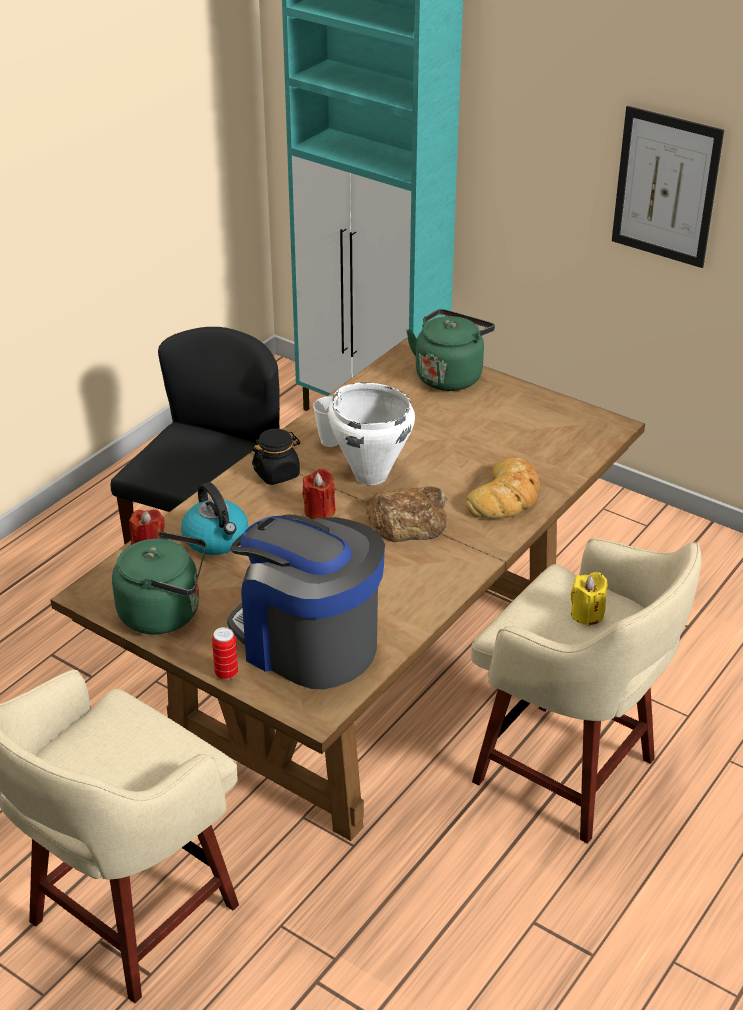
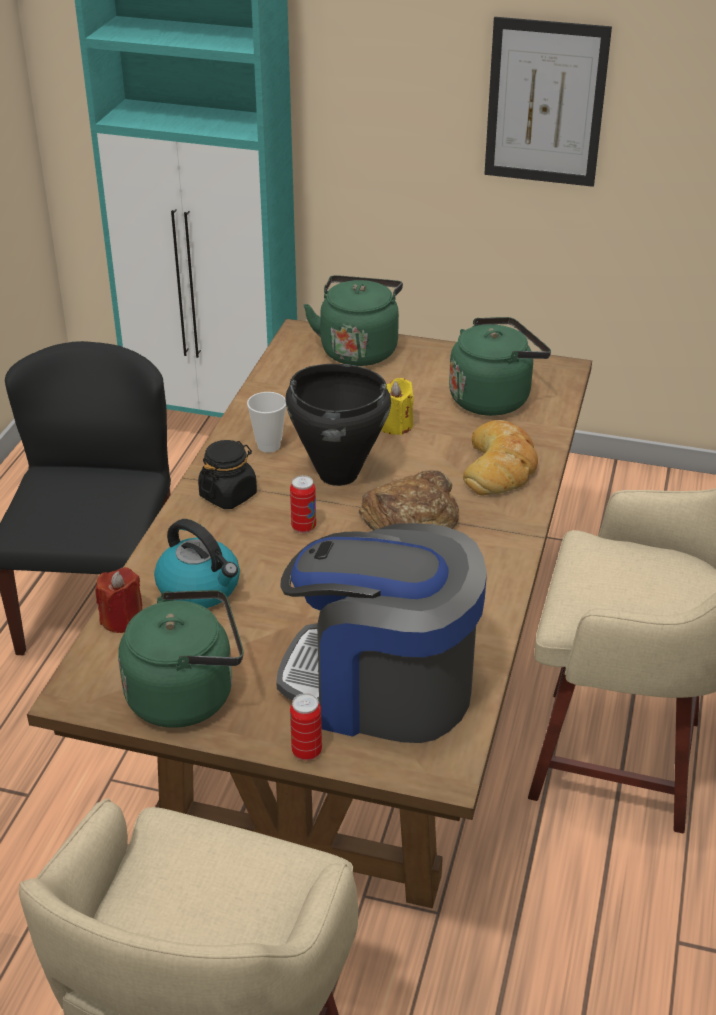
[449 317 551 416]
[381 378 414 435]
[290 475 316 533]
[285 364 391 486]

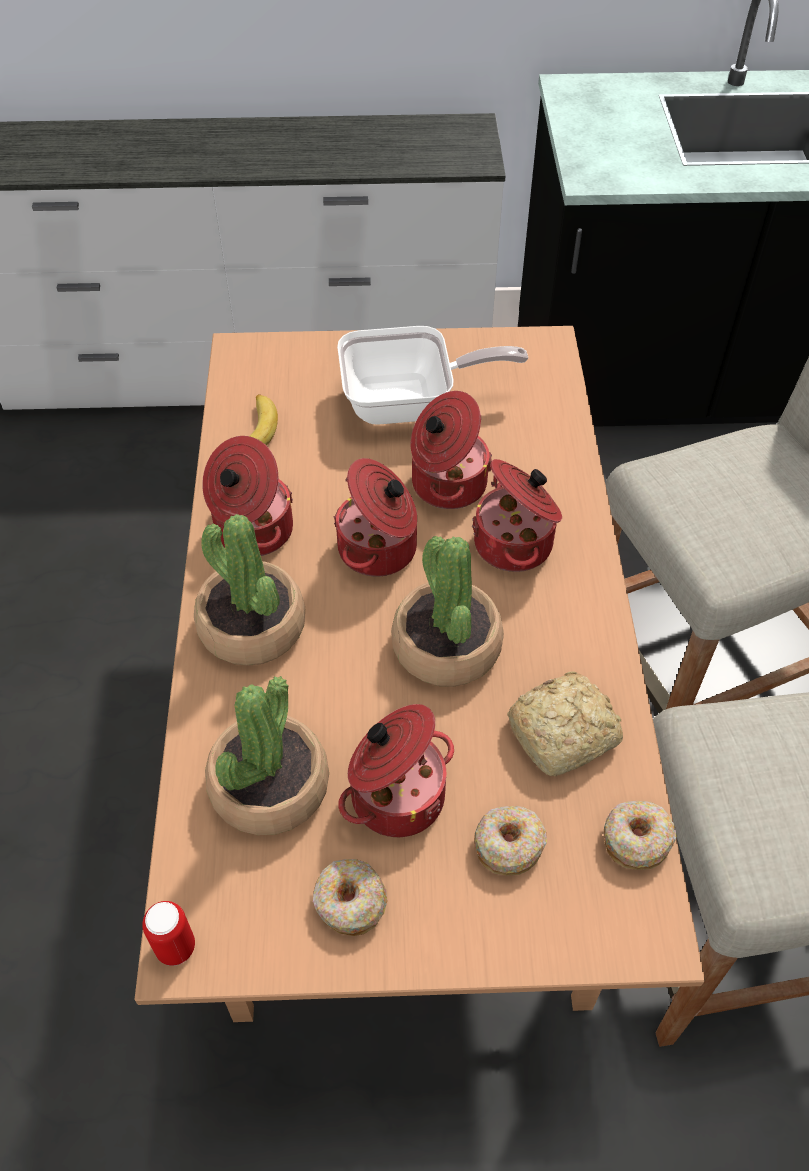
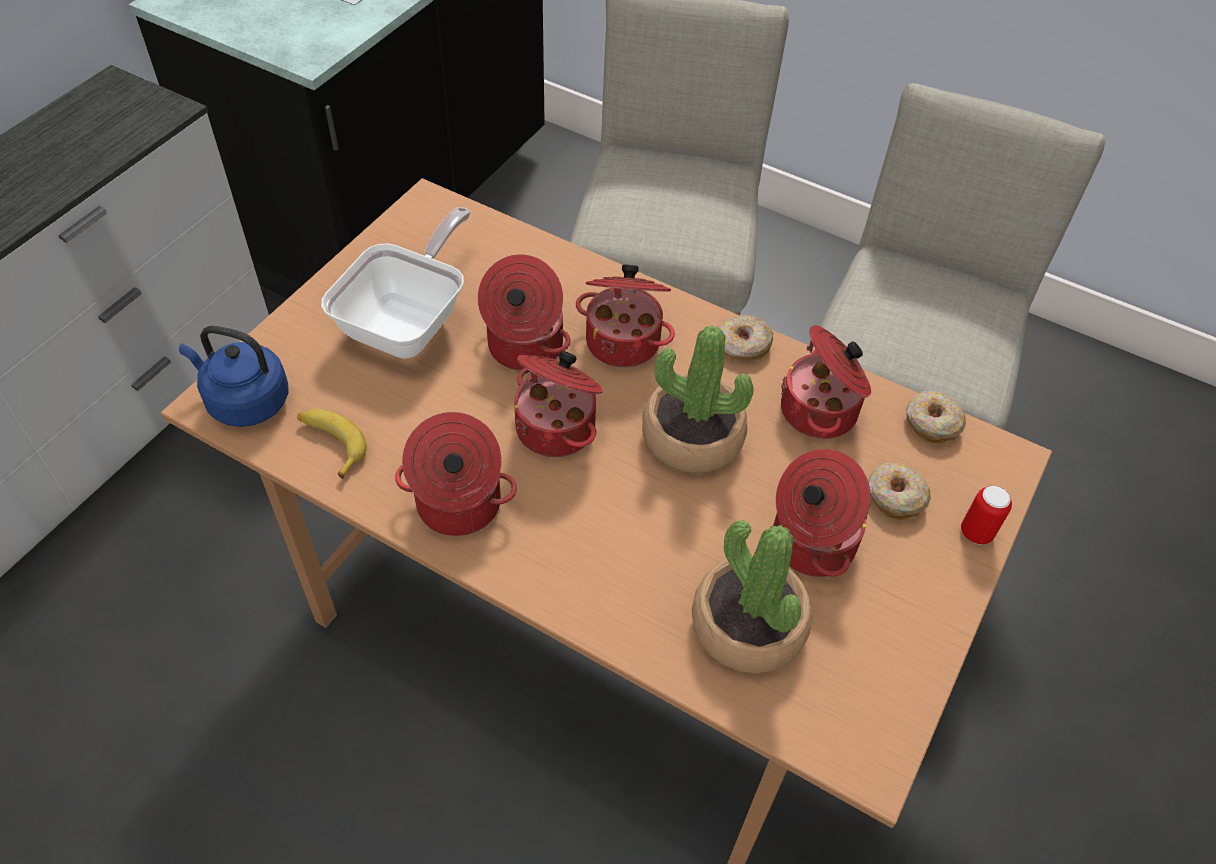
[194 514 305 666] (first image)
[179 326 288 427]
[961 486 1012 545]
[718 315 773 361]
[781 325 871 439]

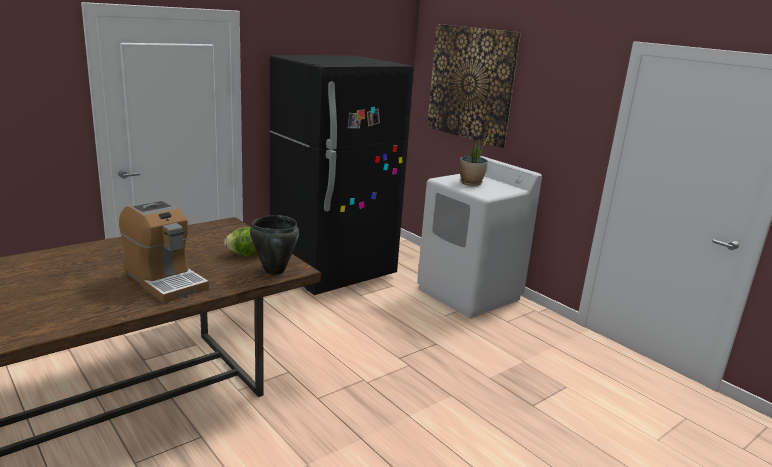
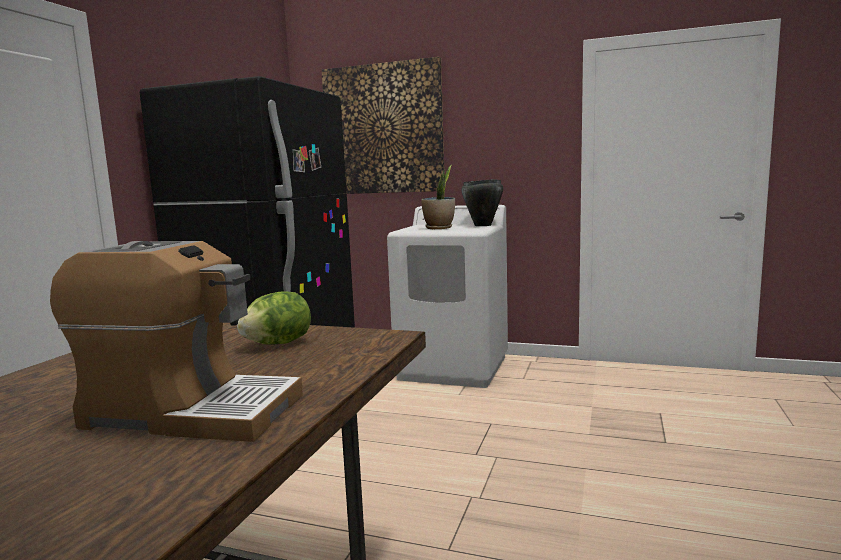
[461 179 503 226]

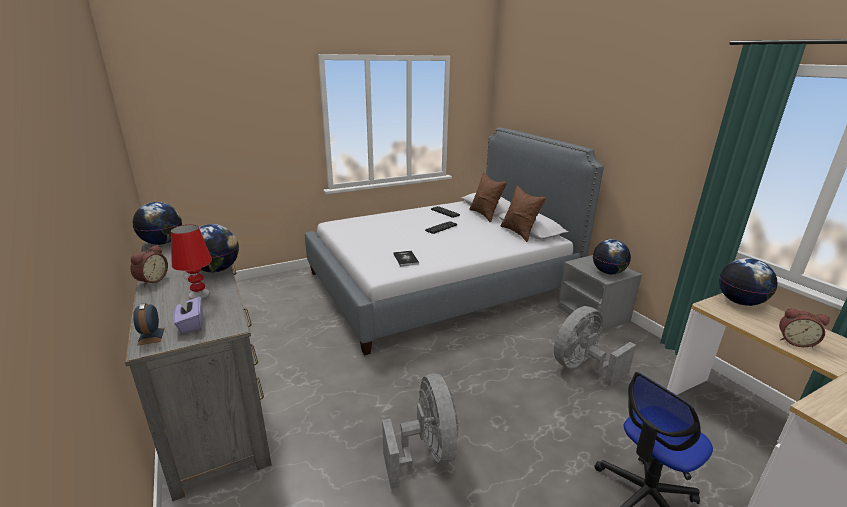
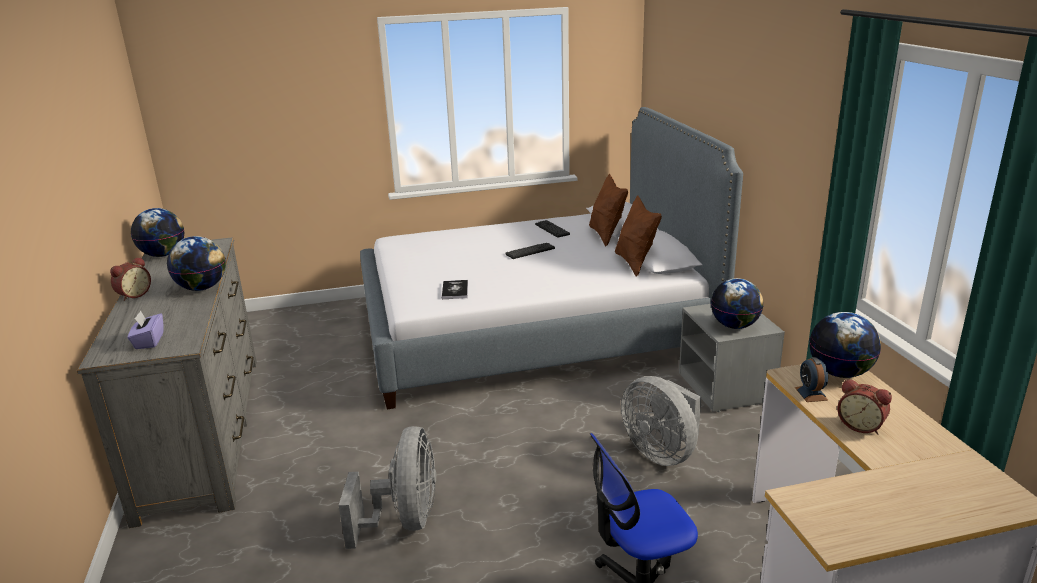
[171 225 212 299] (first image)
[795 357 828 402]
[621 376 701 466]

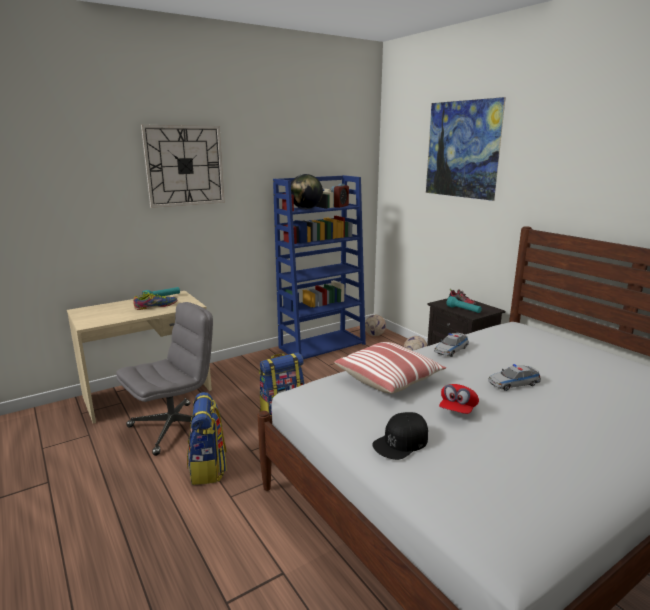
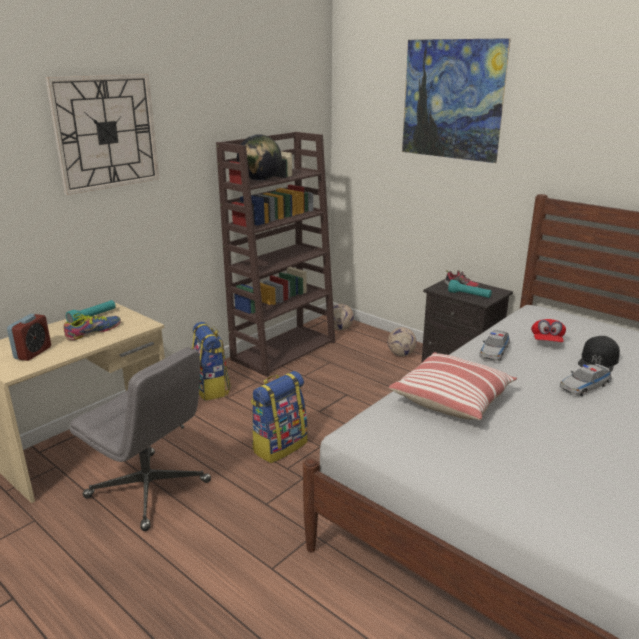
[192 322 231 401]
[7 314 51 361]
[578 336 620 372]
[531 319 566 342]
[216 132 335 377]
[70 347 211 531]

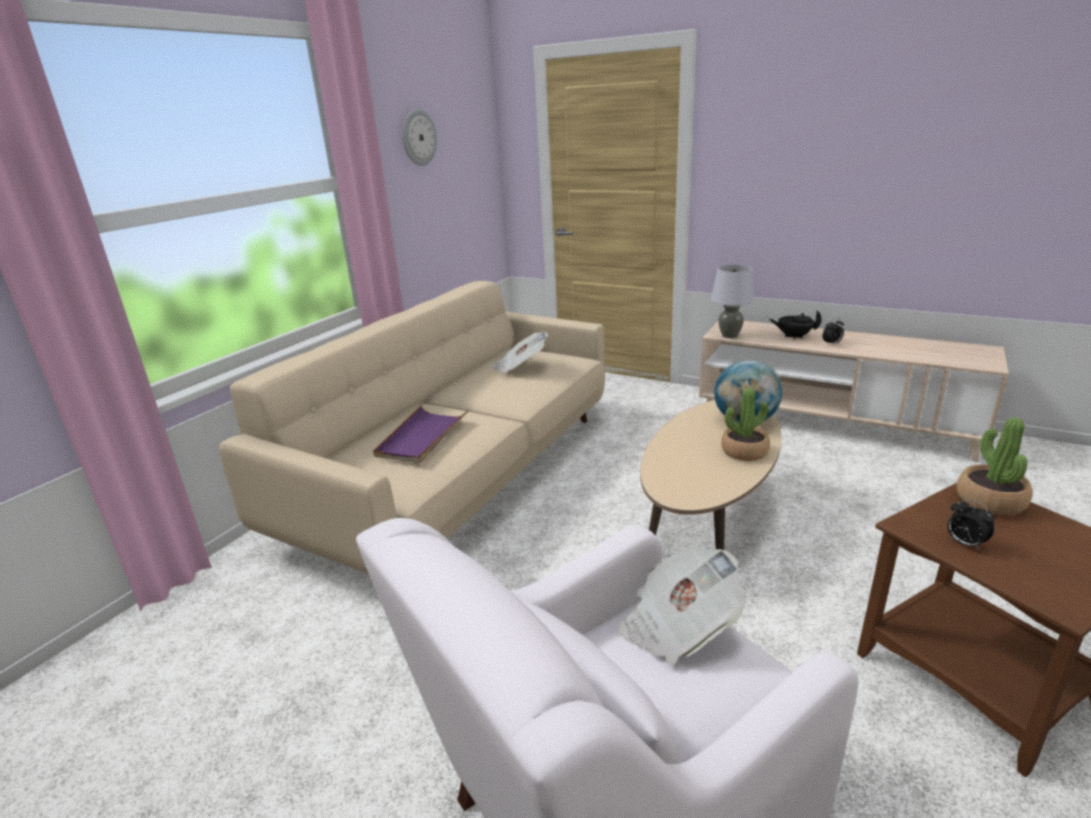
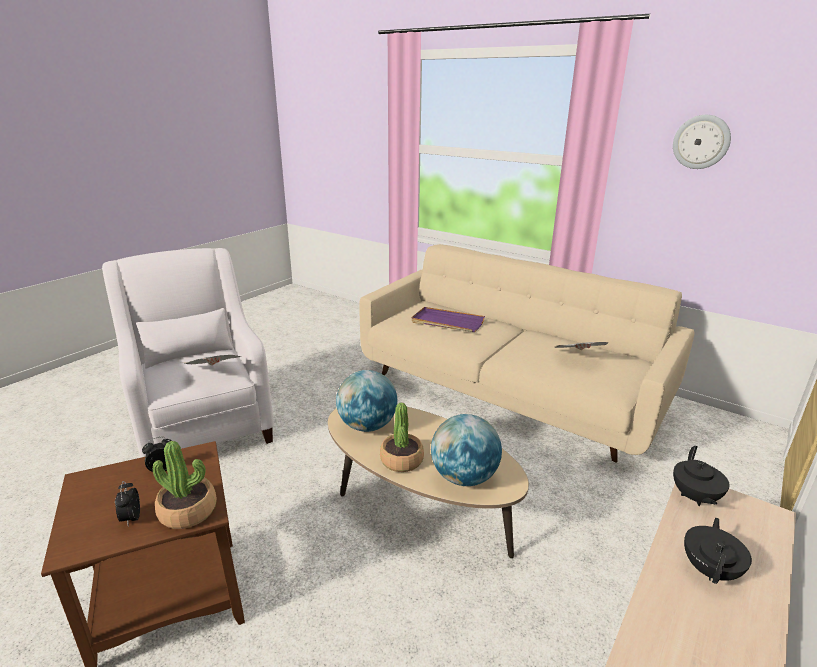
[336 370 397 432]
[115 481 140 527]
[673 446 730 506]

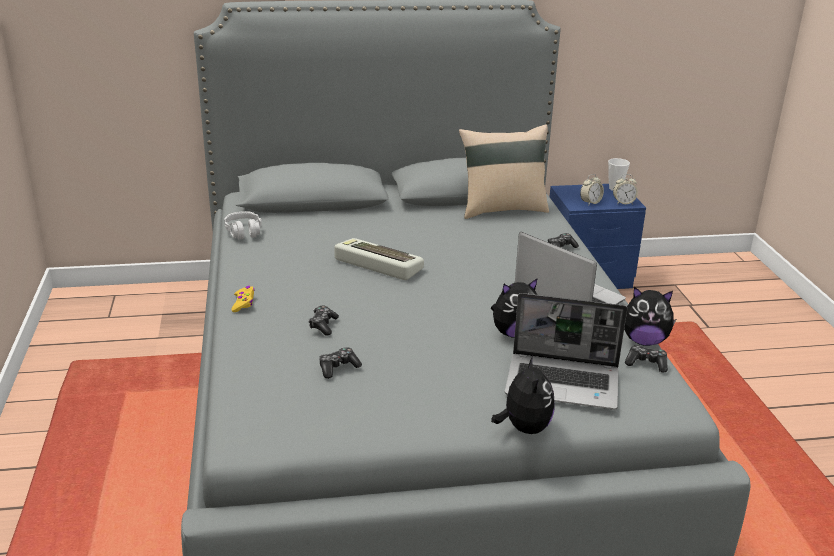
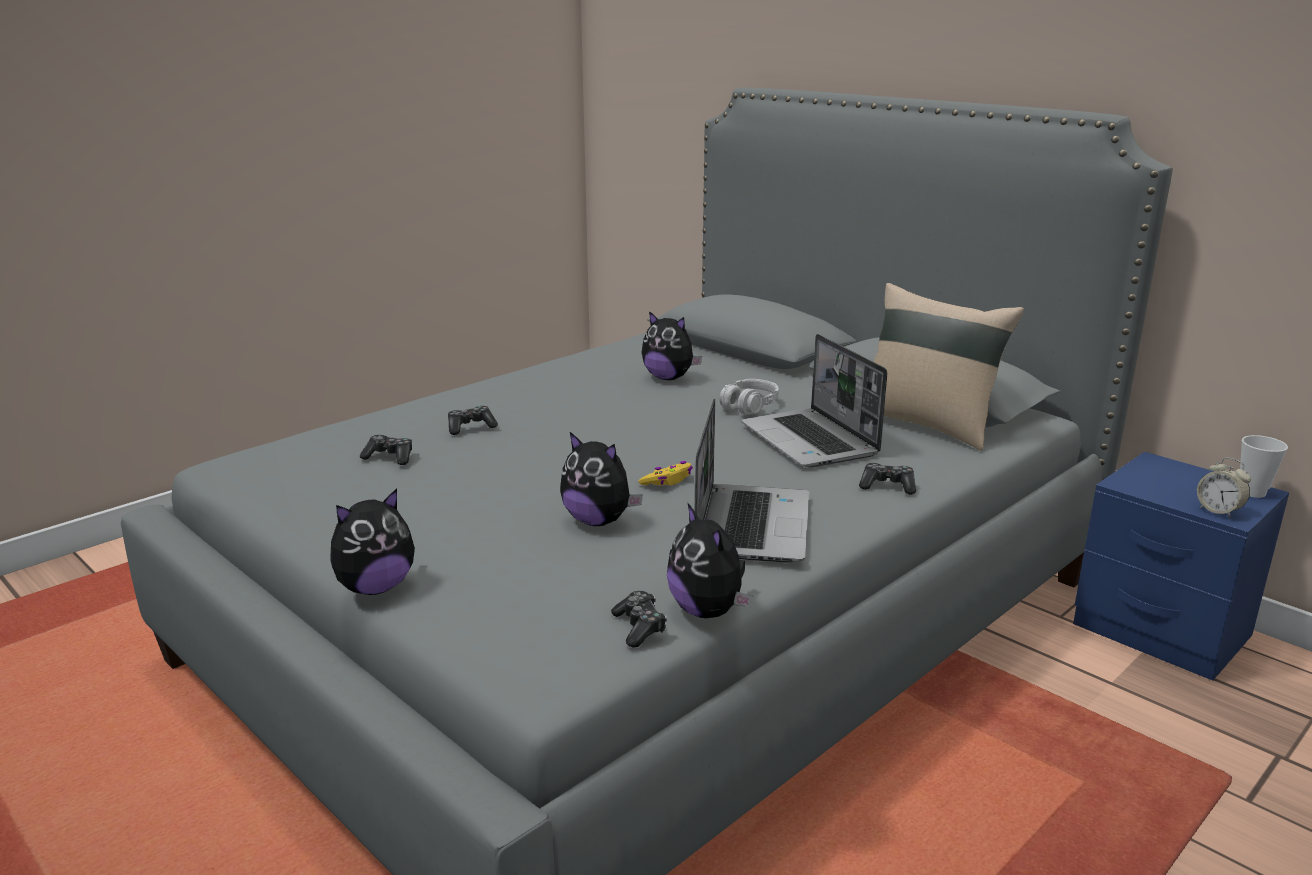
[334 238 424 280] (first image)
[580 174 604 206] (first image)
[641 311 702 380]
[719 379 779 415]
[639 461 693 485]
[741 334 887 467]

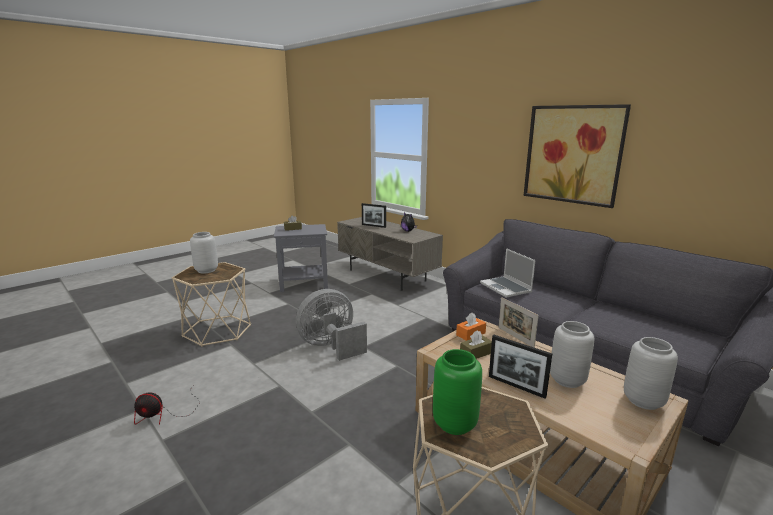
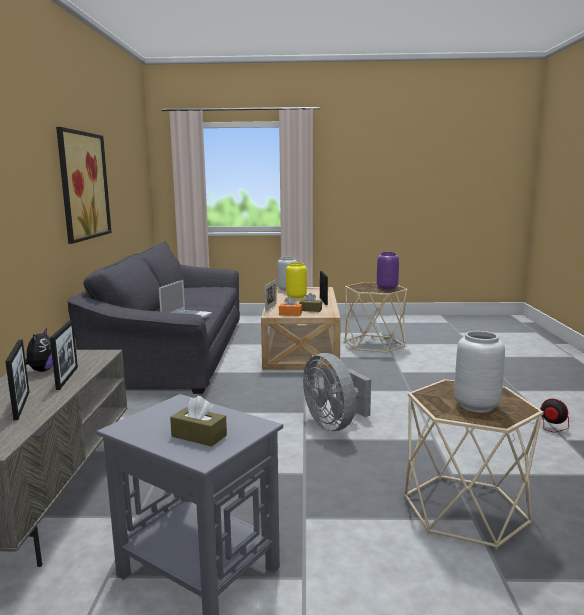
[50 320 78 390]
[377 252 399 290]
[286 262 307 299]
[303 353 371 431]

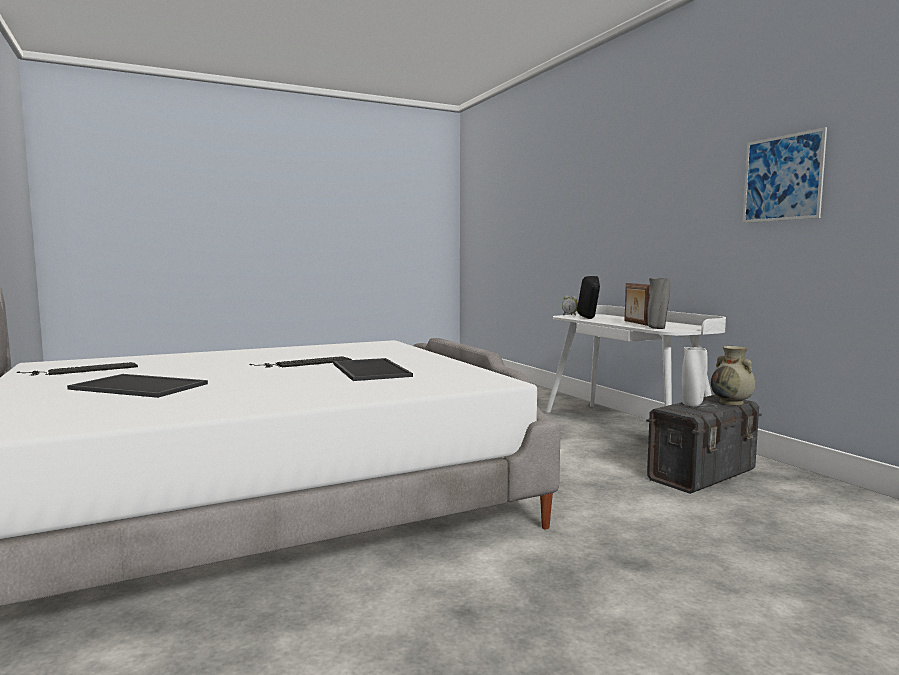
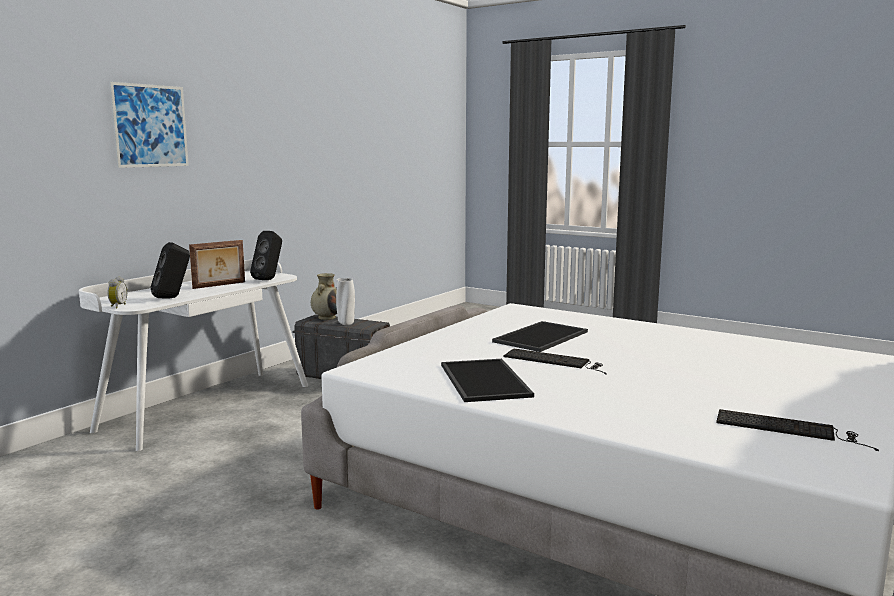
[441 359 534 402]
[109 82 189 168]
[250 231 282 280]

